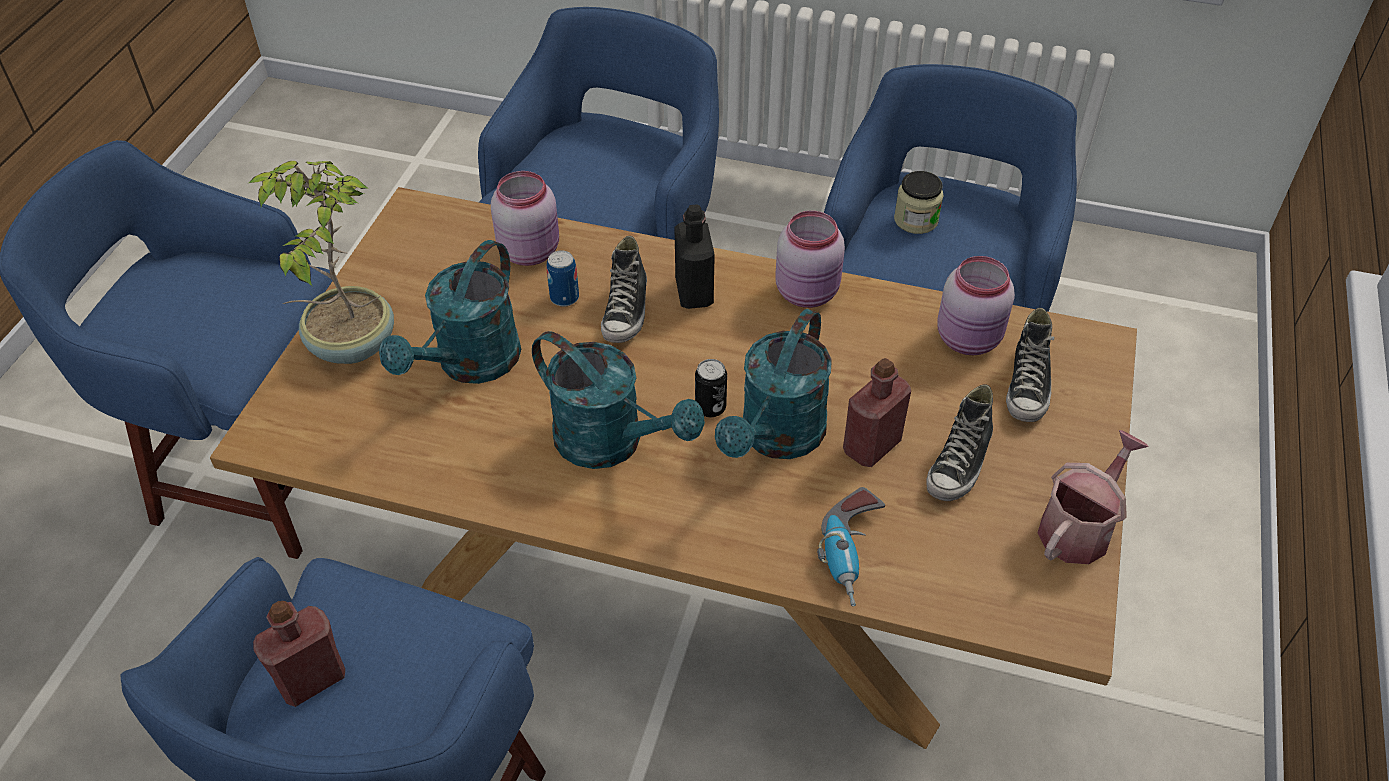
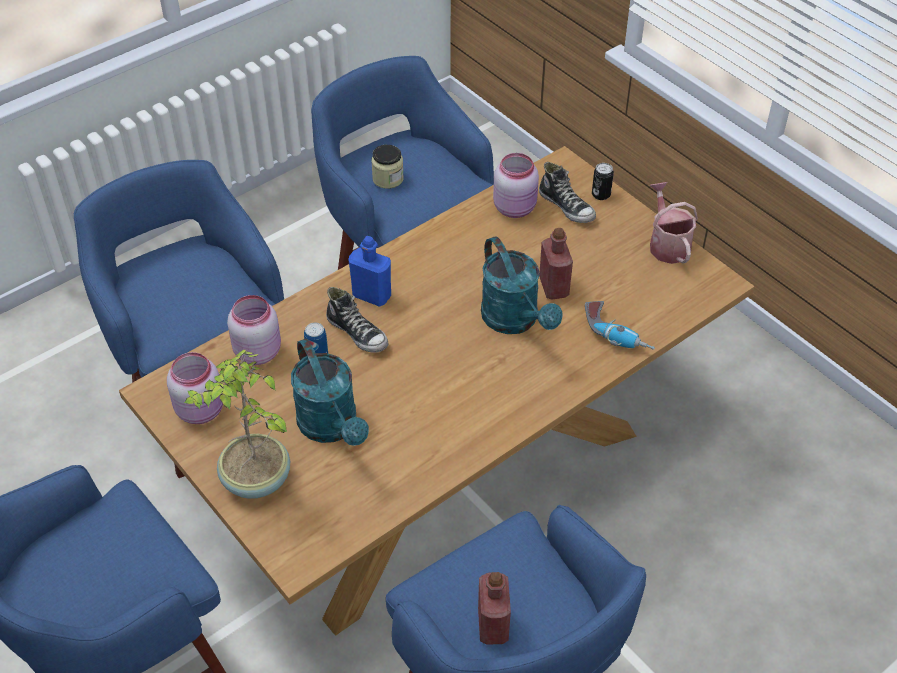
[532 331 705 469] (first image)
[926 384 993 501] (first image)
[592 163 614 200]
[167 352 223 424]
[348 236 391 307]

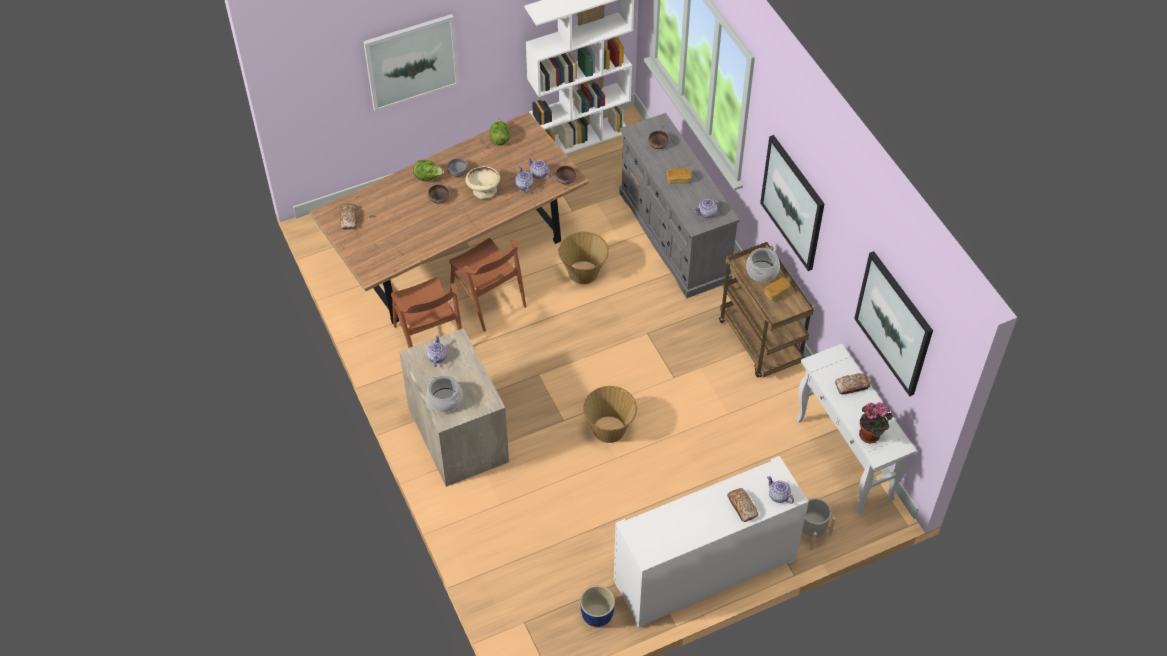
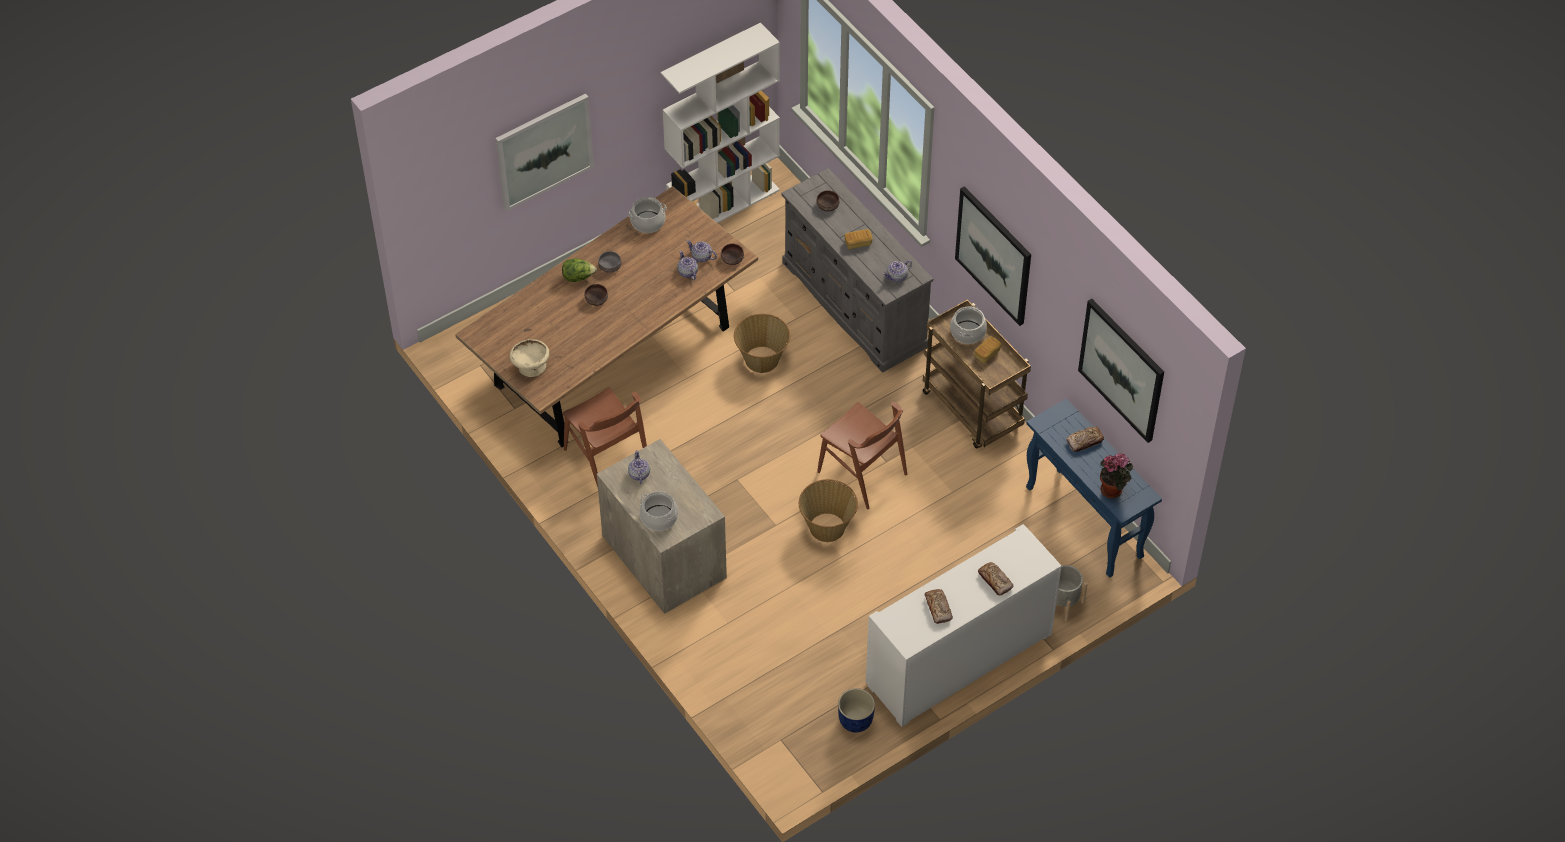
[767 476 794 504] (first image)
[925 589 953 624]
[817 402 907 509]
[509 339 549 377]
[628 197 667 233]
[1026 398 1162 578]

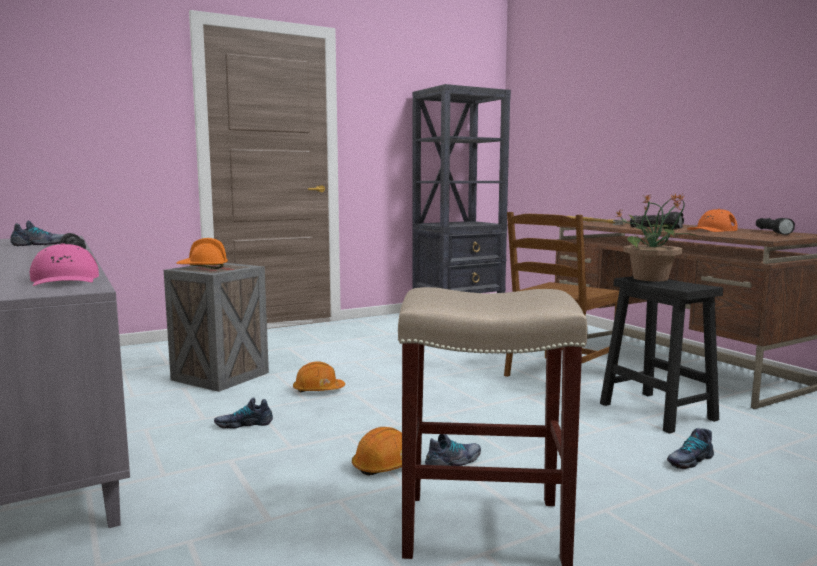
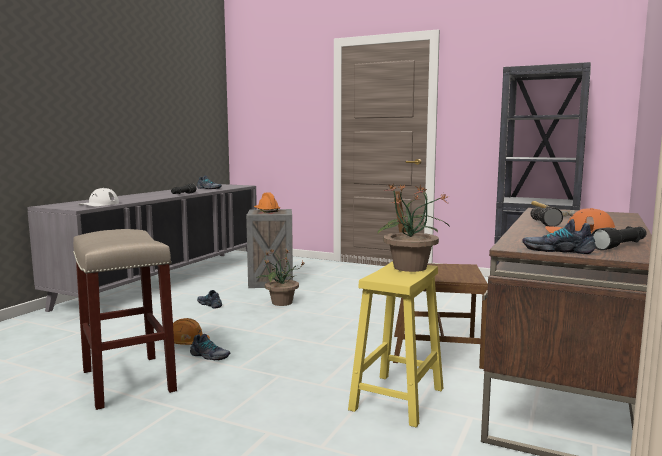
[522 219 596 254]
[255 249 304 306]
[78 188 119 207]
[348 261 443 427]

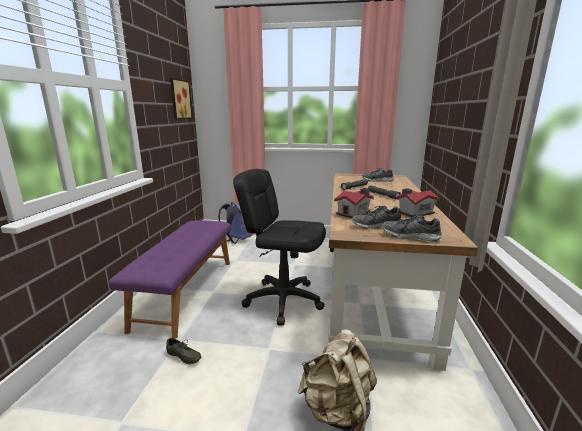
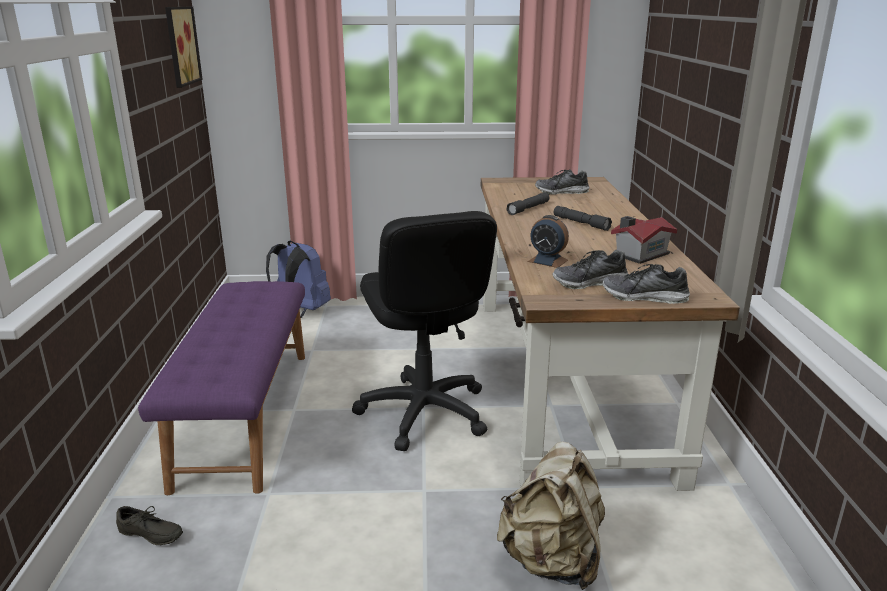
[116 506 183 545]
[528 215 569 268]
[352 211 497 451]

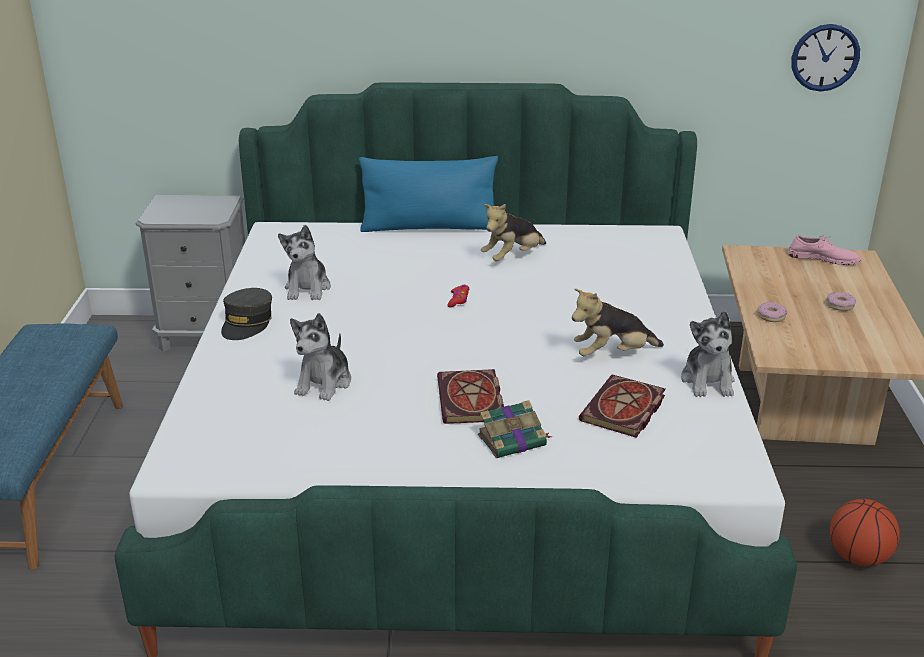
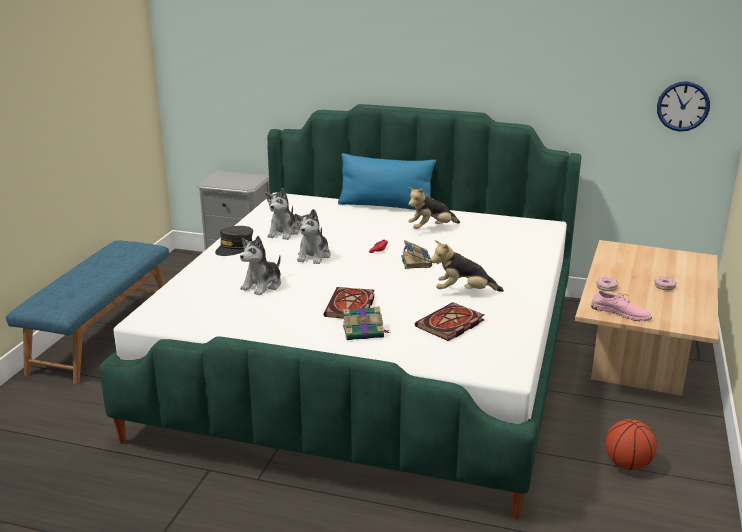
[401 240 432 269]
[295 209 331 264]
[591 290 652 321]

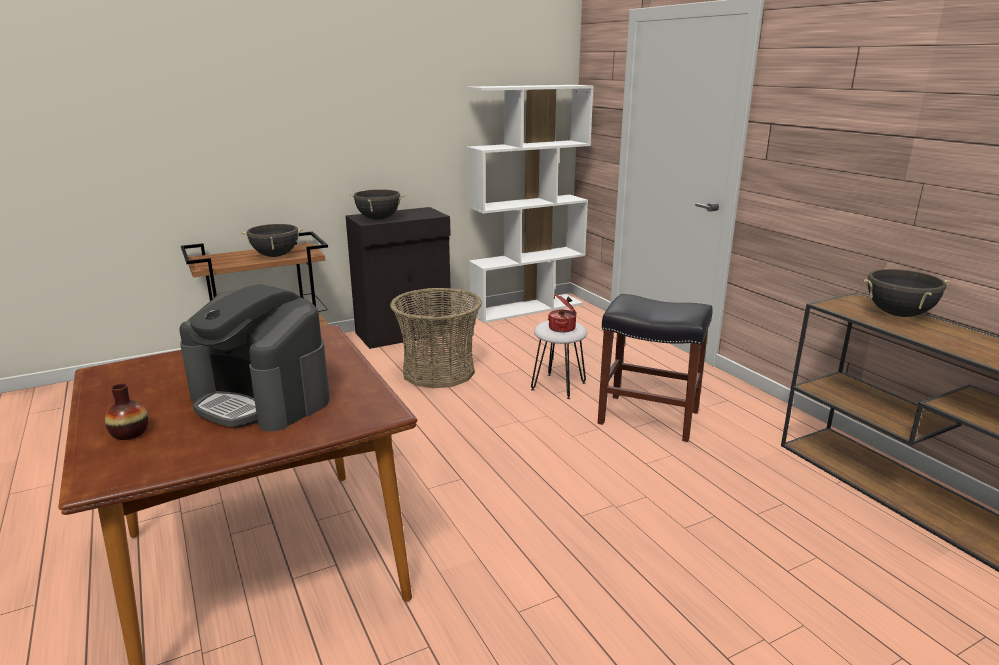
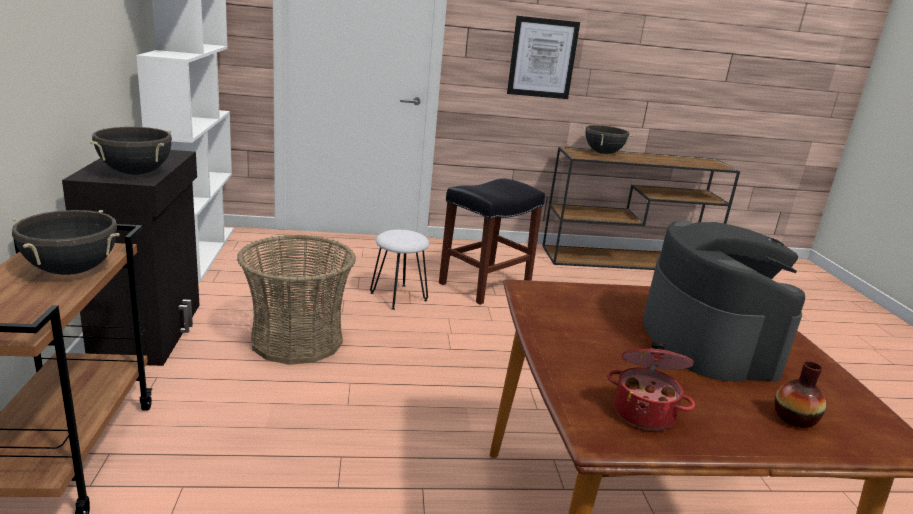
[507 16 580 99]
[607 342 695 430]
[643 221 805 382]

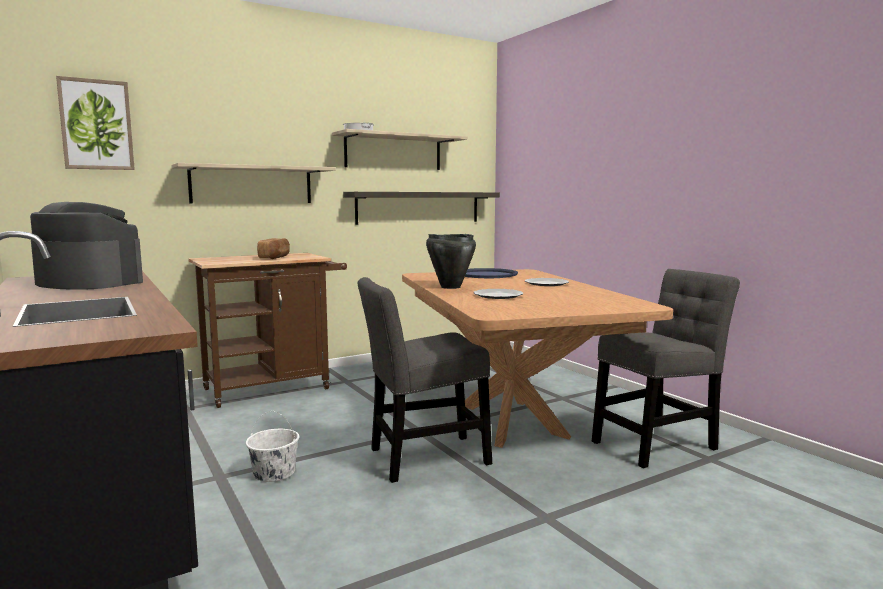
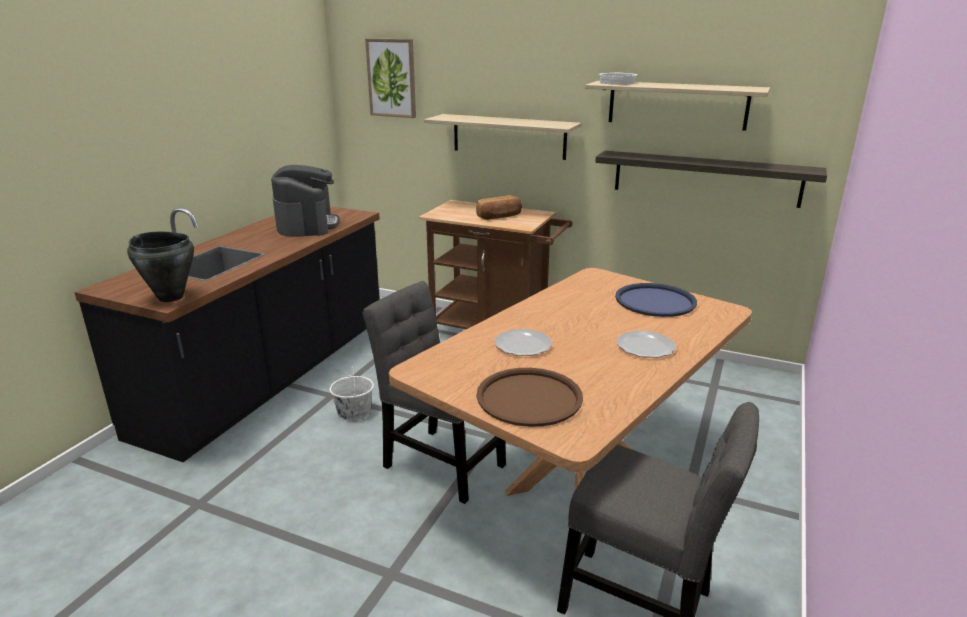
[476 368 583 427]
[127 232 194 302]

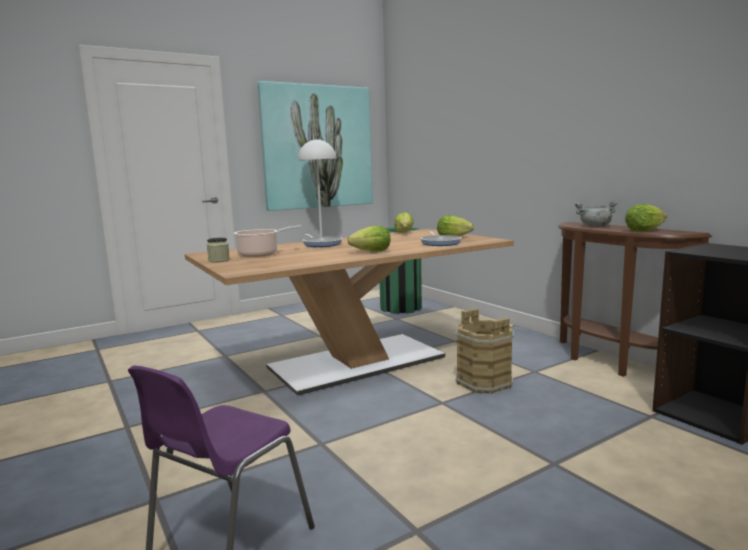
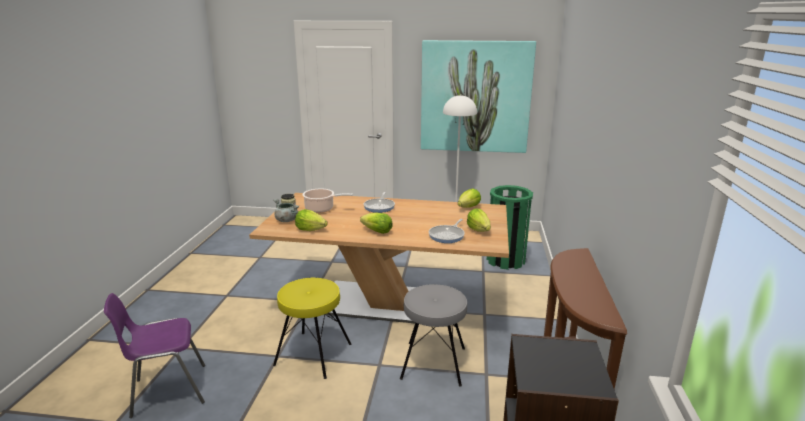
[273 278 351 379]
[273 199 299 222]
[295 209 328 231]
[400 284 467 387]

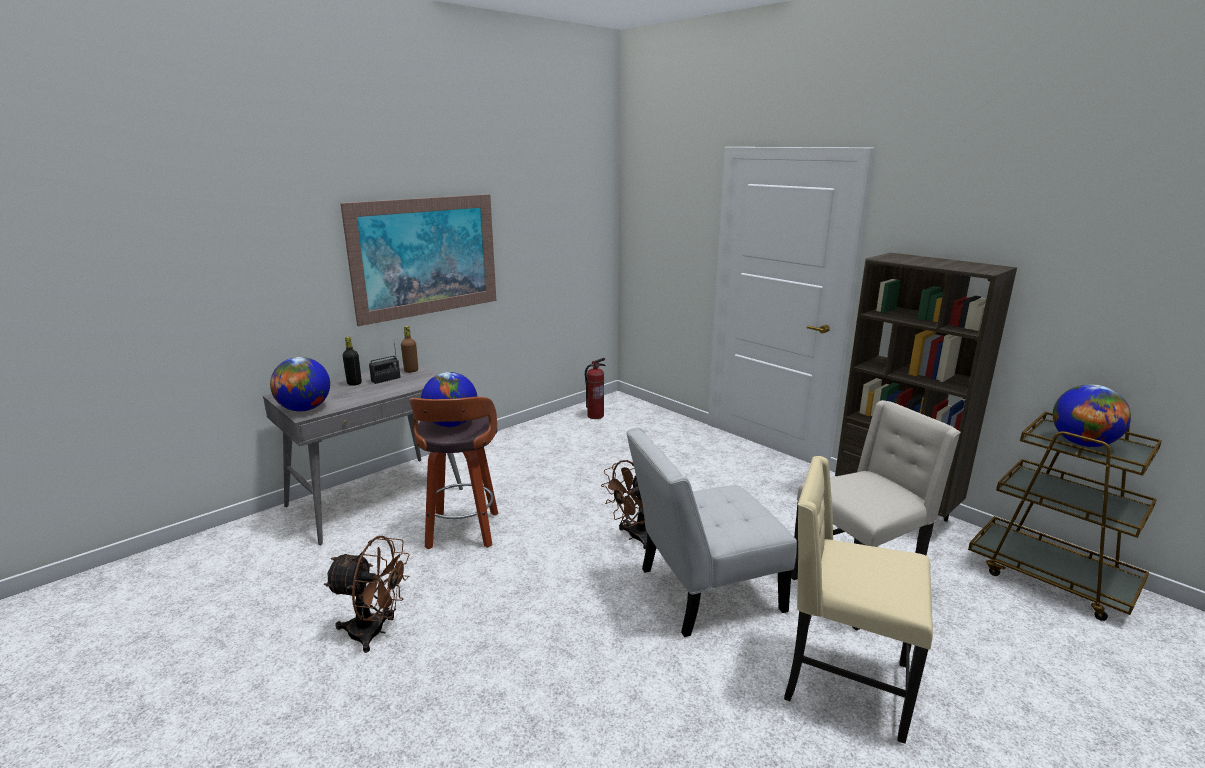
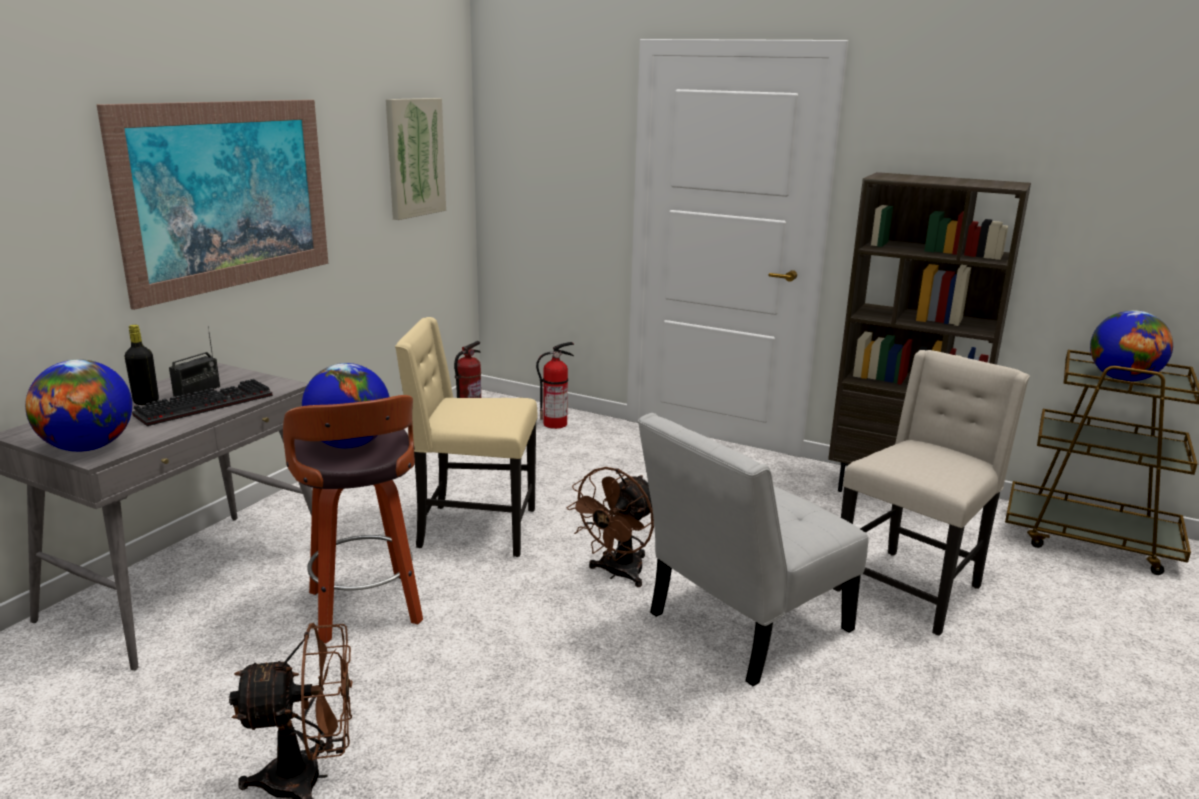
[401 326 418 373] (first image)
[132 379 273 426]
[386 98 446 220]
[536 342 574 429]
[395 317 538 557]

